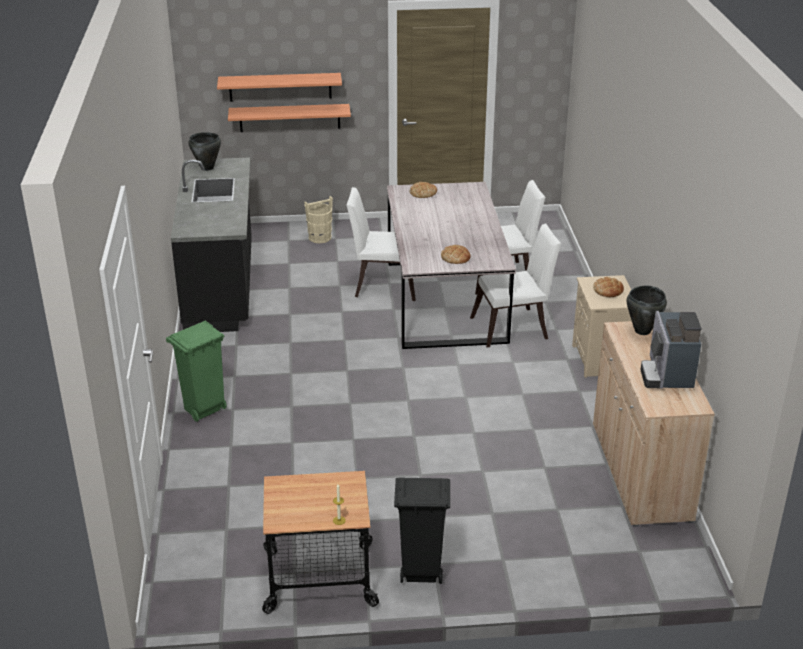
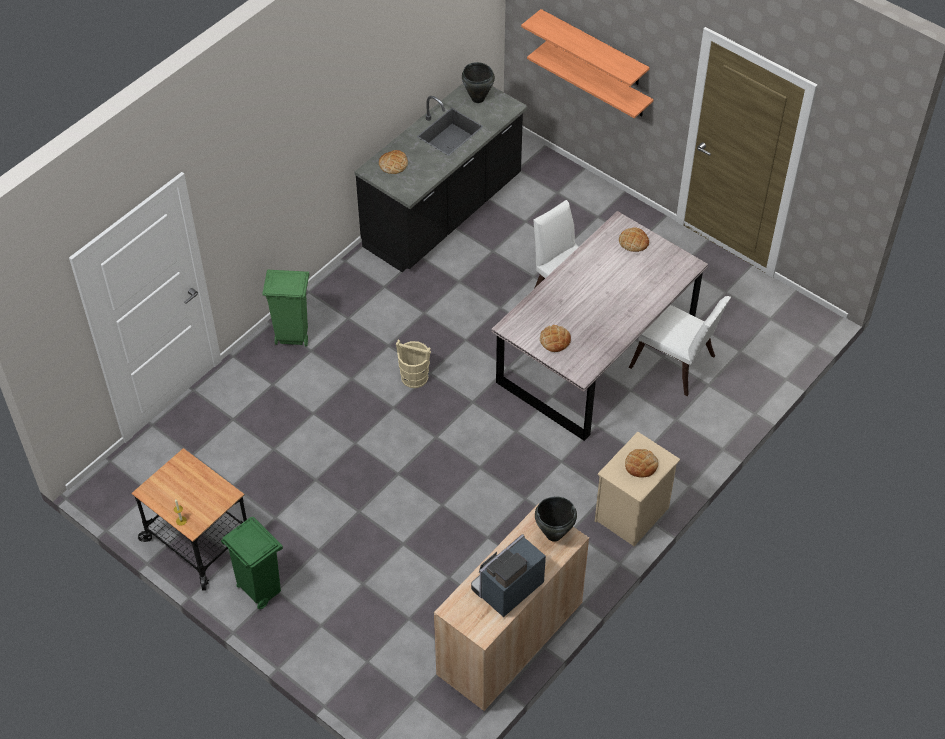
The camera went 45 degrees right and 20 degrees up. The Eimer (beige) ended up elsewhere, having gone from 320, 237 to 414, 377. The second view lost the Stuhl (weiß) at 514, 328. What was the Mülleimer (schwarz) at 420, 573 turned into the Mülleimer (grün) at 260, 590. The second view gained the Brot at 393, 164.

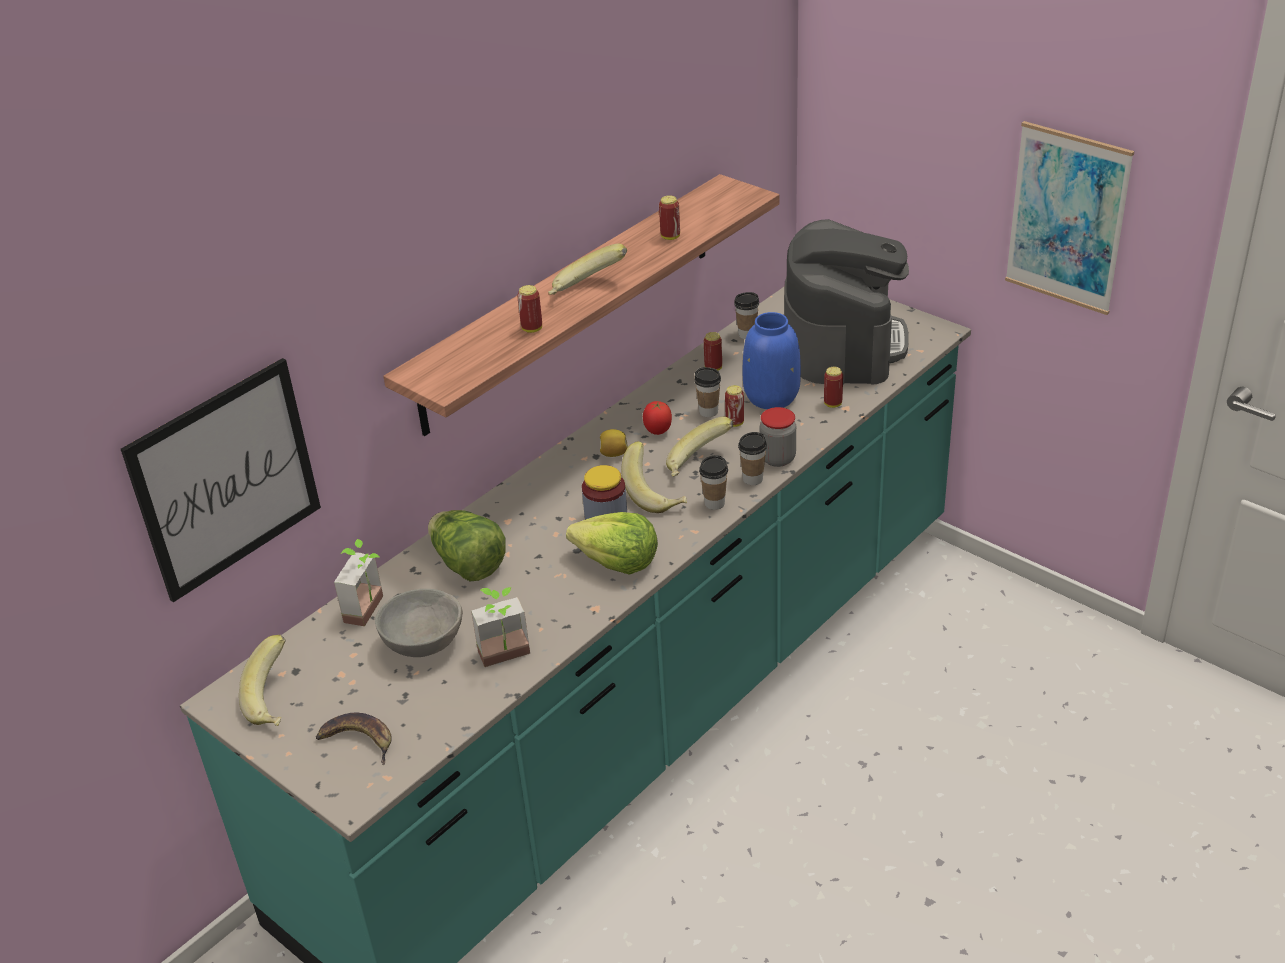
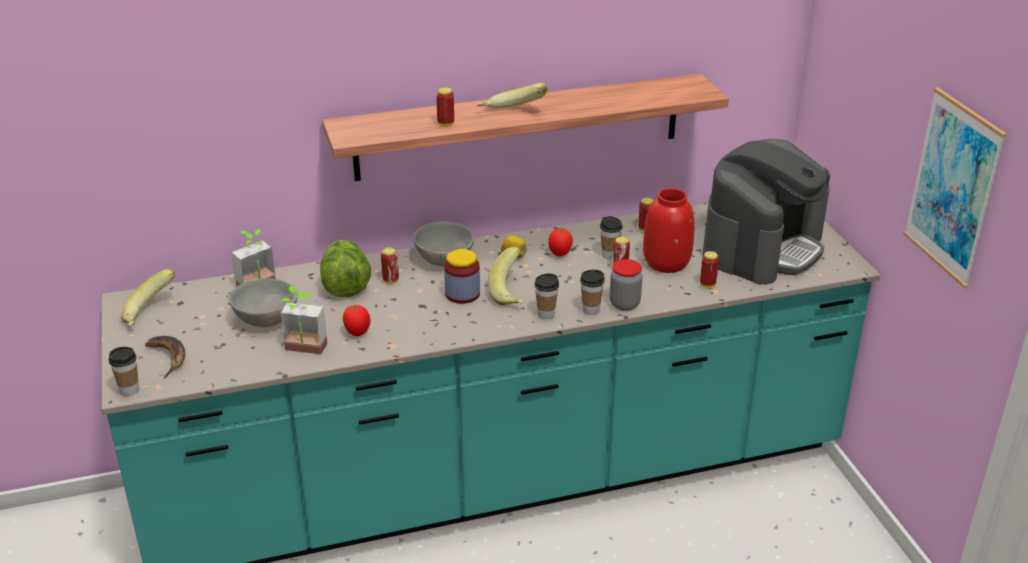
The camera went 30 degrees right and 5 degrees down. The Dose ended up elsewhere, having gone from 670, 237 to 390, 280. The Tasse ended up elsewhere, having gone from 747, 334 to 129, 390. What was the Vase (blau) at 771, 397 turned into the Vase (rot) at 666, 263. The second view lost the Bild at 226, 479. The second view lost the Banane at 699, 465. The second view lost the Salatkopf at 617, 562. The second view gained the Schüssel (grau) at 445, 260. The second view gained the Tomate at 357, 333.

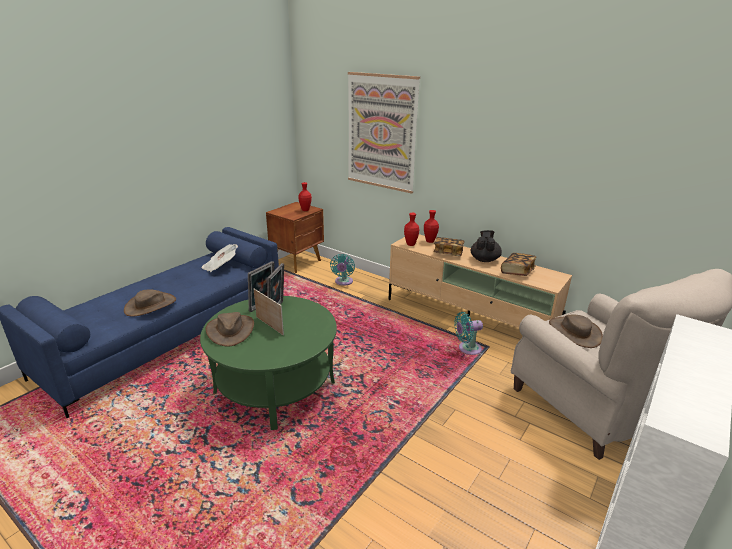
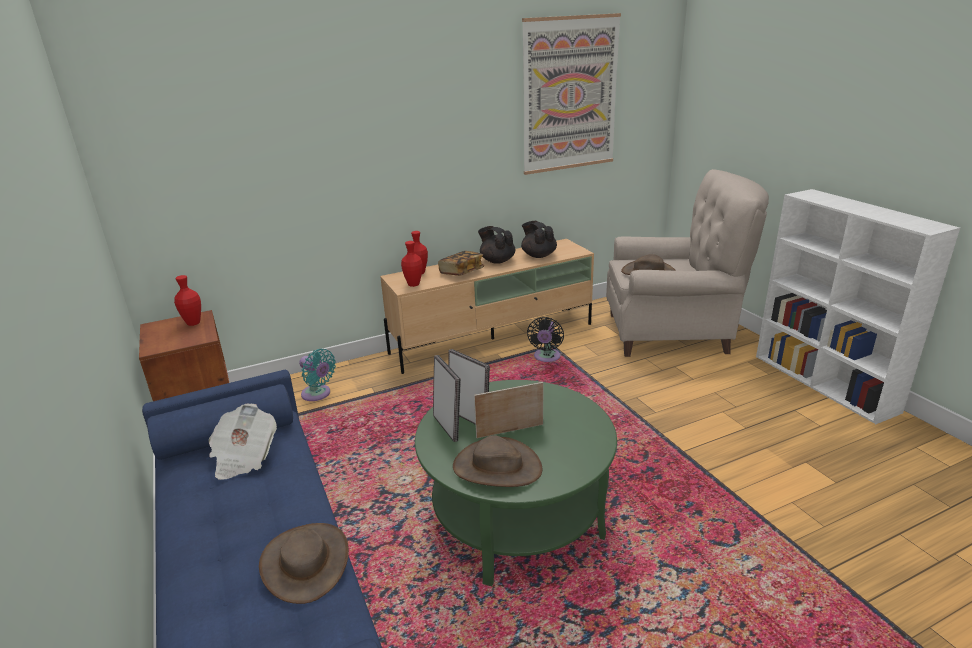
The camera went 60 degrees left and 0 degrees up. The Bild ended up elsewhere, having gone from 381, 132 to 570, 95. Where the Buch stood at 517, 271, the Teekanne (schwarz) came to stand at 538, 255. What was the Ventilator (türkis) at 467, 349 turned into the Ventilator (schwarz) at 546, 358.

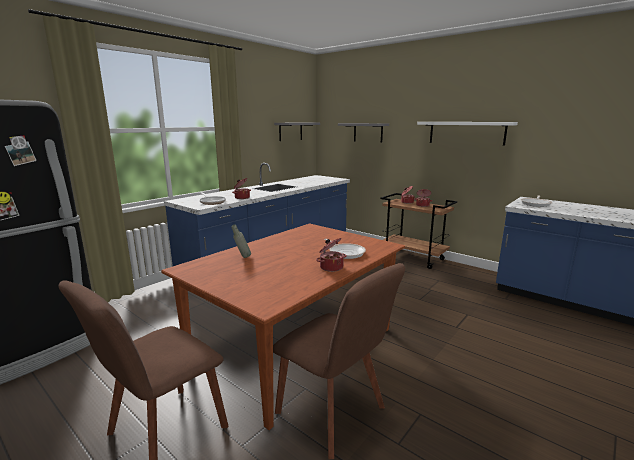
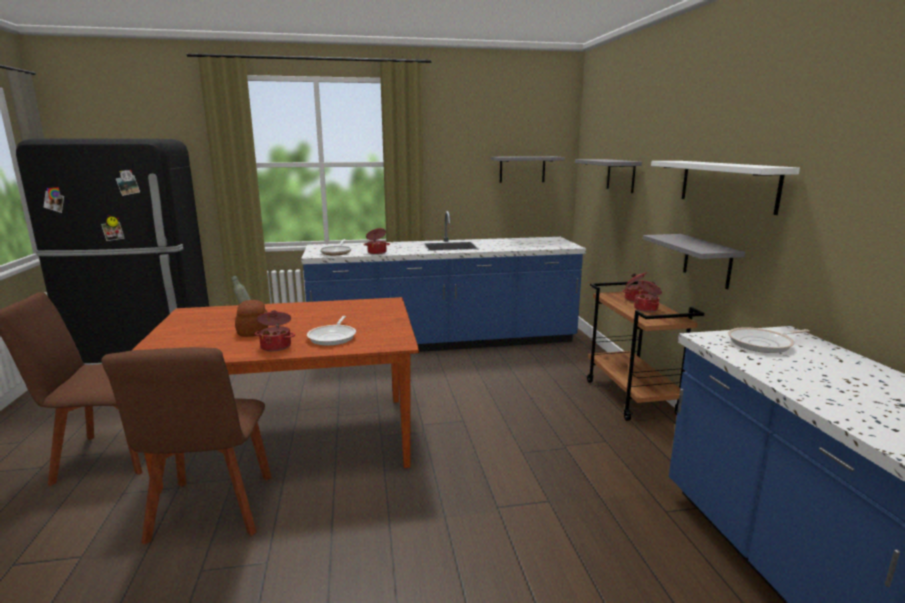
The camera went 40 degrees right and 0 degrees up. The second view gained the Wandregal (grau) at 707, 261. The second view gained the Brot at 254, 330.

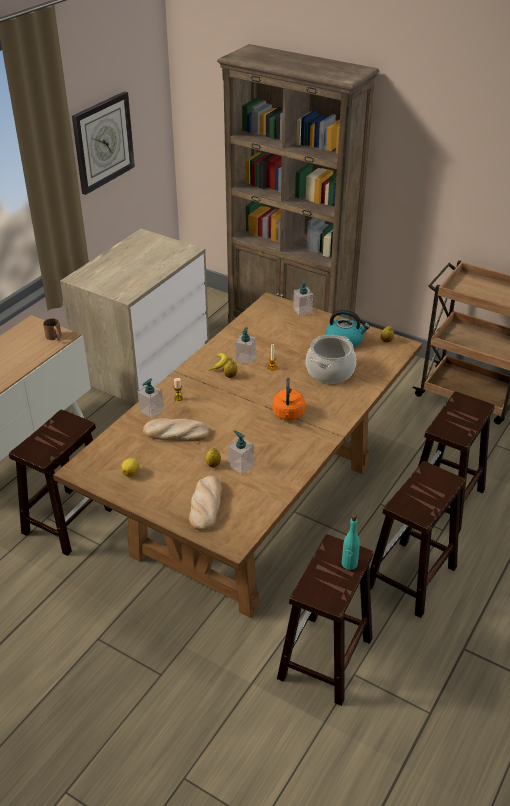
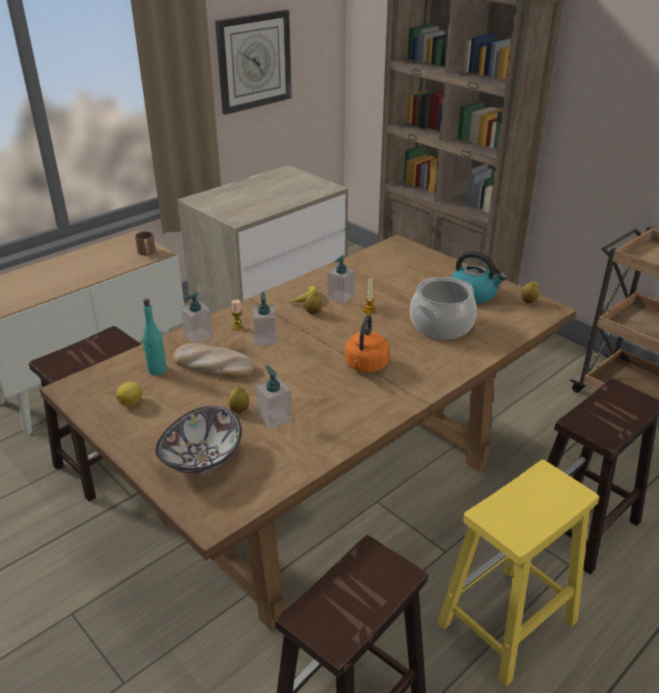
The camera went 15 degrees right and 5 degrees down. The Seifenspender ended up elsewhere, having gone from 302, 310 to 265, 339. What was the Hocker (braun) at 410, 578 turned into the Hocker (gelb) at 506, 624. Where the Brot stood at 206, 505, the Schüssel came to stand at 202, 459. The Flasche (türkis) ended up elsewhere, having gone from 349, 564 to 157, 370.

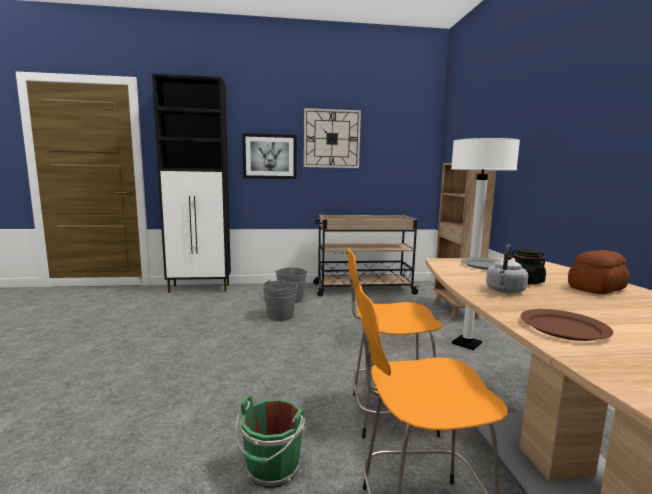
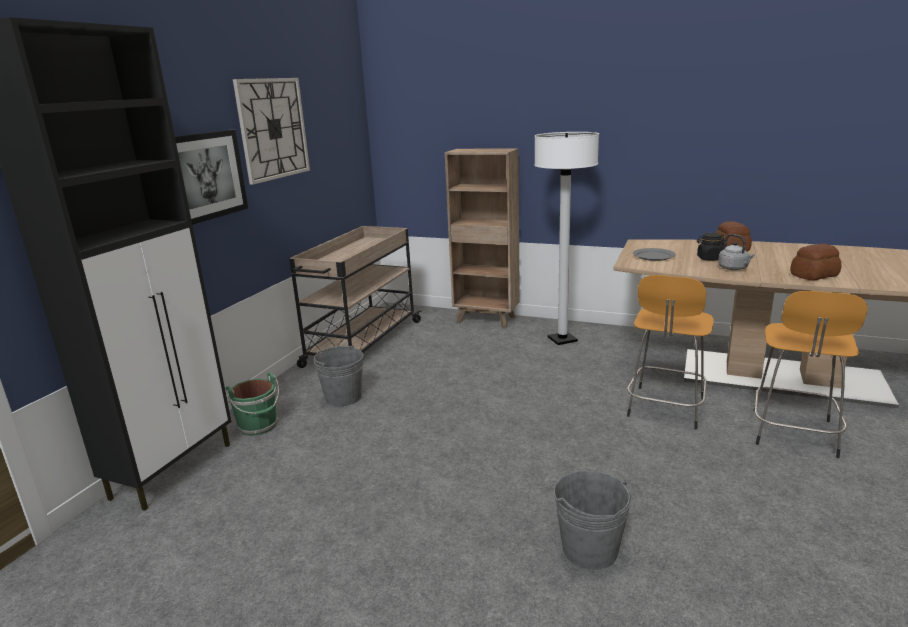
The camera went 60 degrees left and 10 degrees up. The Eimer (grau) ended up elsewhere, having gone from 280, 316 to 590, 550. Where the Teller (braun) stood at 564, 328, the Brot came to stand at 815, 275. The Eimer (grün) ended up elsewhere, having gone from 272, 470 to 259, 426.

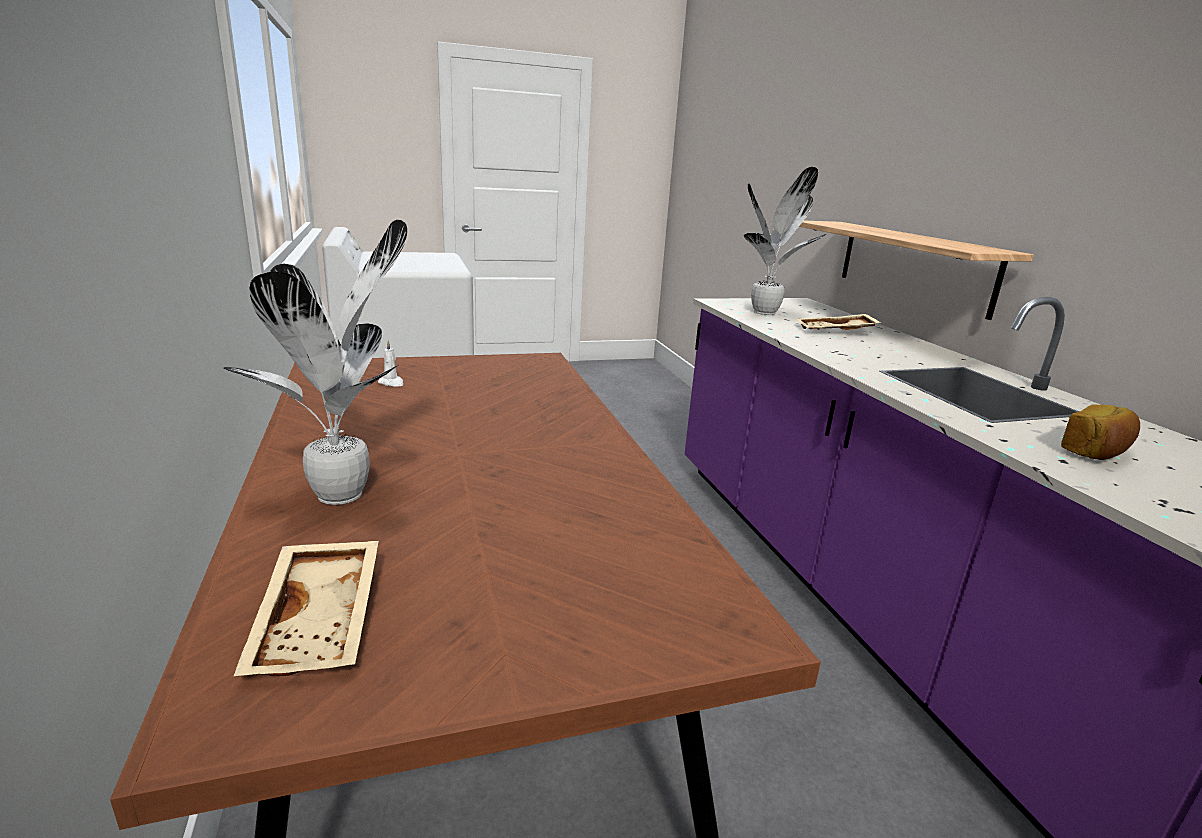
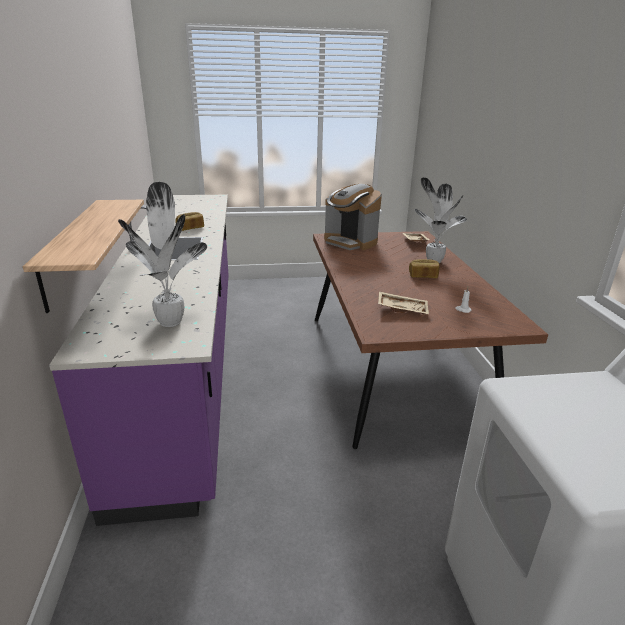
The camera went 170 degrees left and 5 degrees up. The Tablett (beige) ended up elsewhere, having gone from 836, 332 to 402, 308. The second view gained the Kaffeemaschine at 350, 242. The second view gained the Brot at 423, 276.

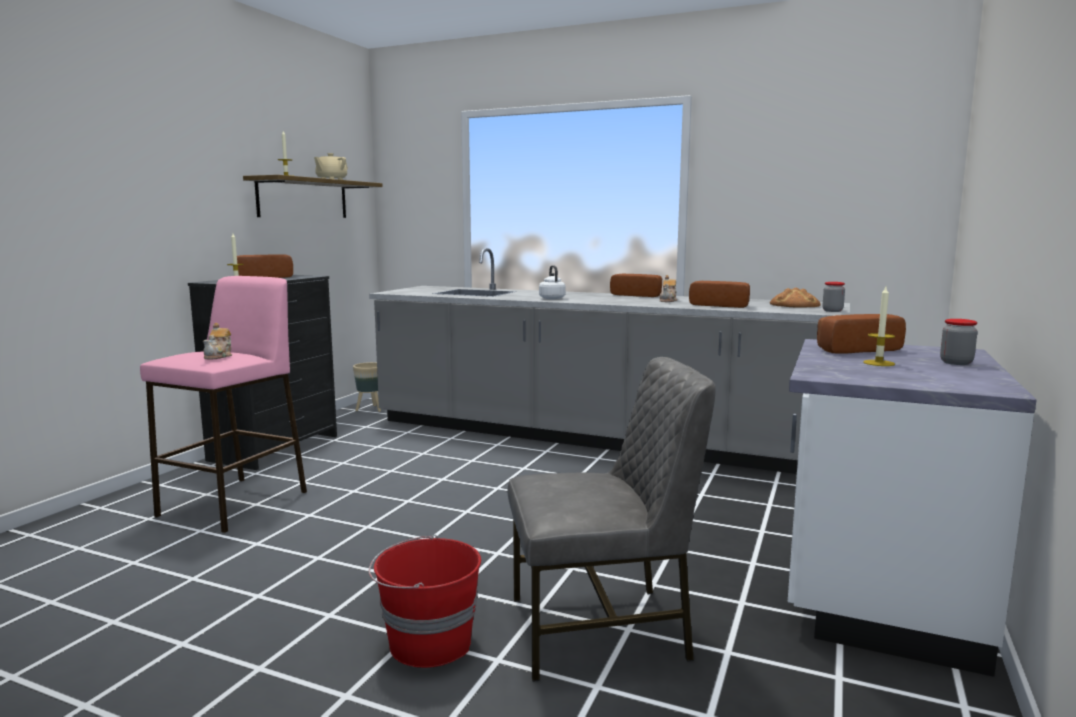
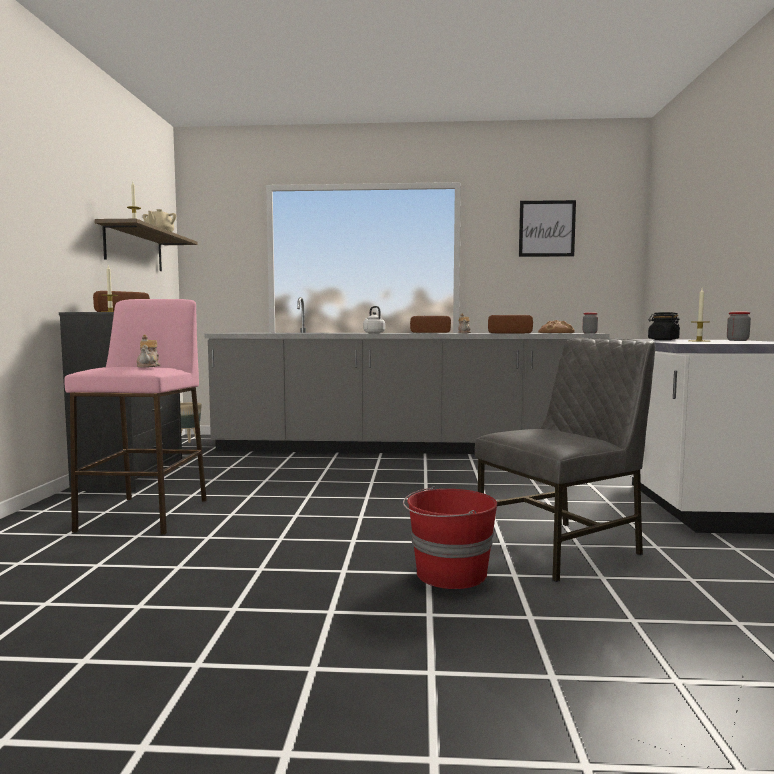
The camera went 20 degrees left and 5 degrees down. Where the Brot stood at 854, 349, the Vorratsglas (schwarz) came to stand at 663, 340. The second view gained the Bild at 546, 228.

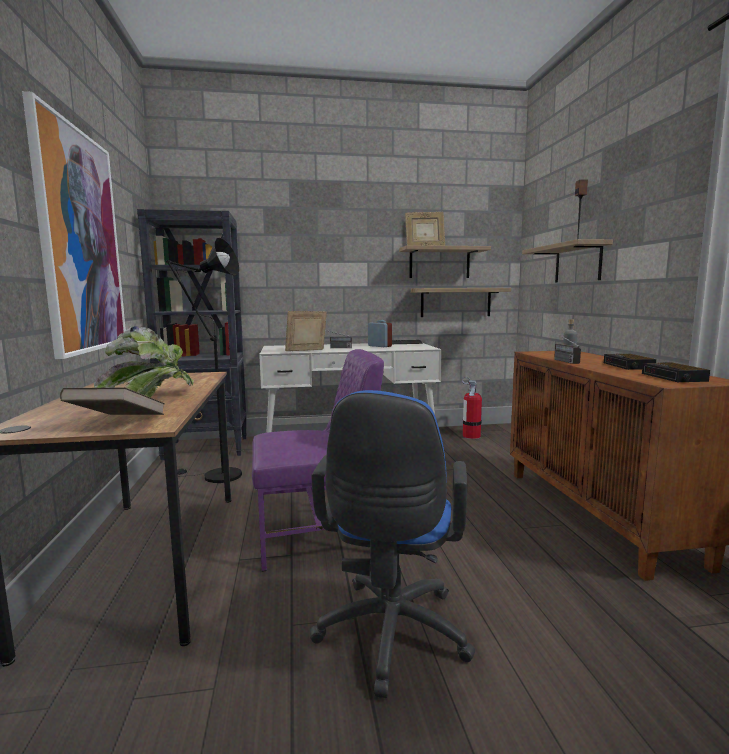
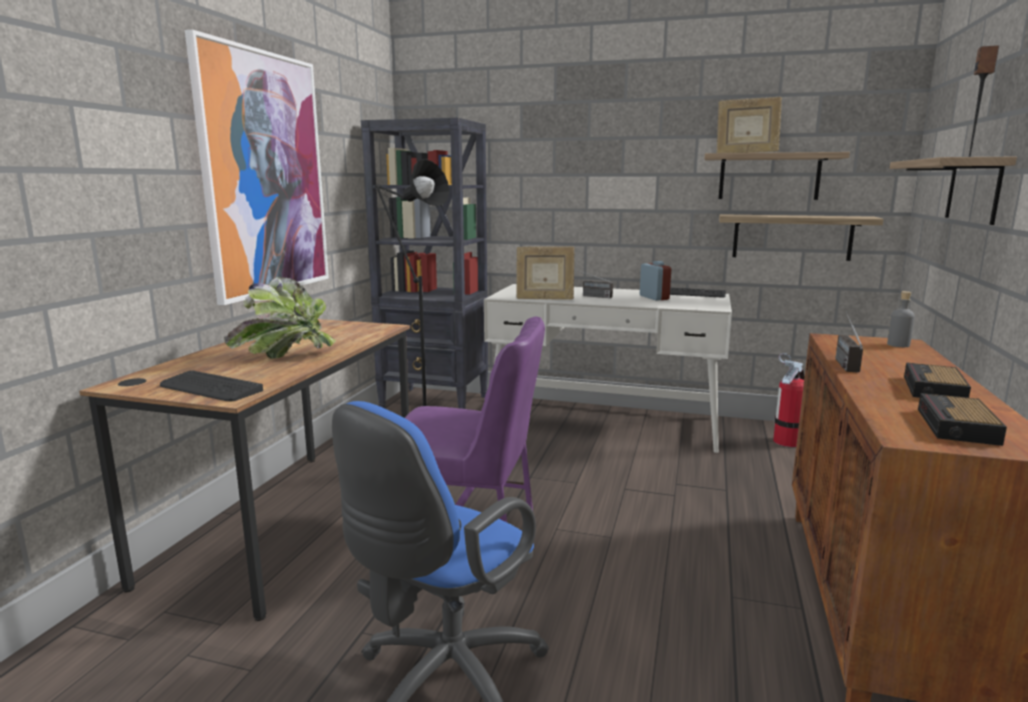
The camera went 25 degrees right and 5 degrees up. The Bilderrahmen at 306, 351 ended up facing another way, 150 degrees counterclockwise from before. Where the Buch (braun) stood at 118, 423, the Tastatur came to stand at 210, 388.

